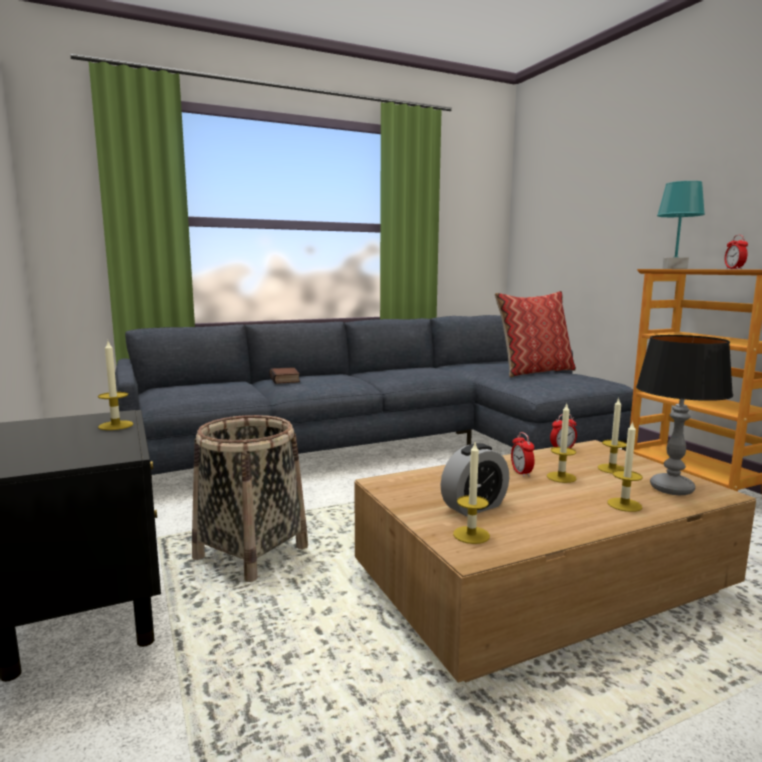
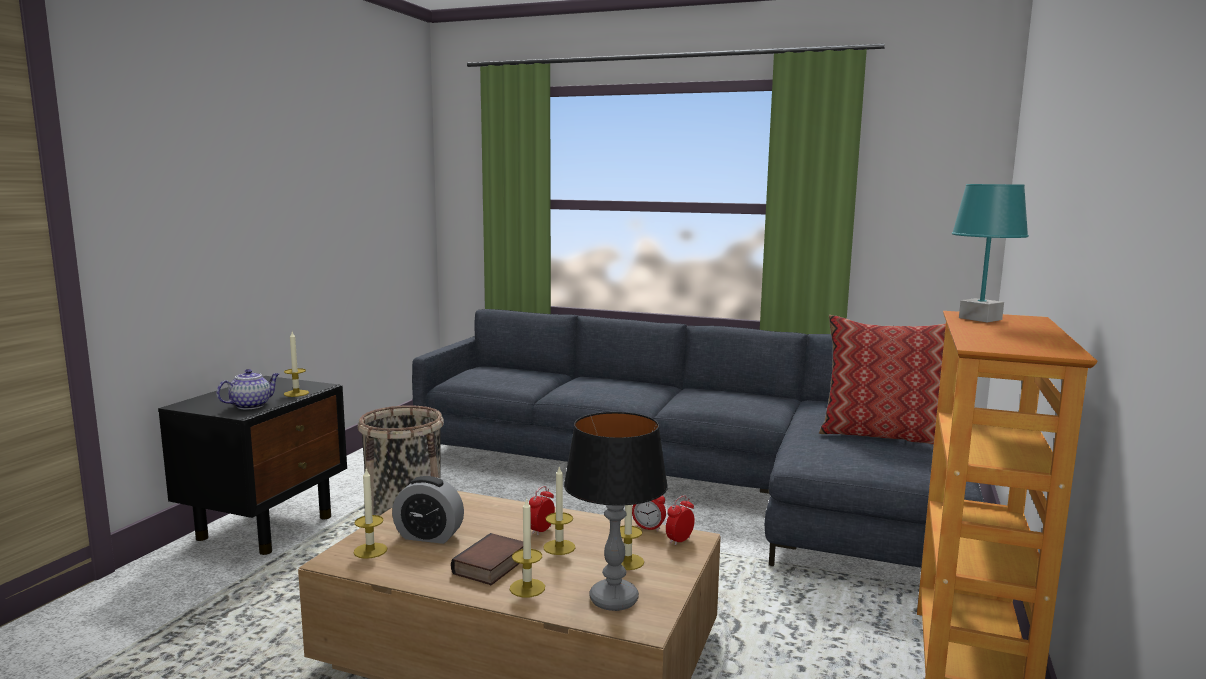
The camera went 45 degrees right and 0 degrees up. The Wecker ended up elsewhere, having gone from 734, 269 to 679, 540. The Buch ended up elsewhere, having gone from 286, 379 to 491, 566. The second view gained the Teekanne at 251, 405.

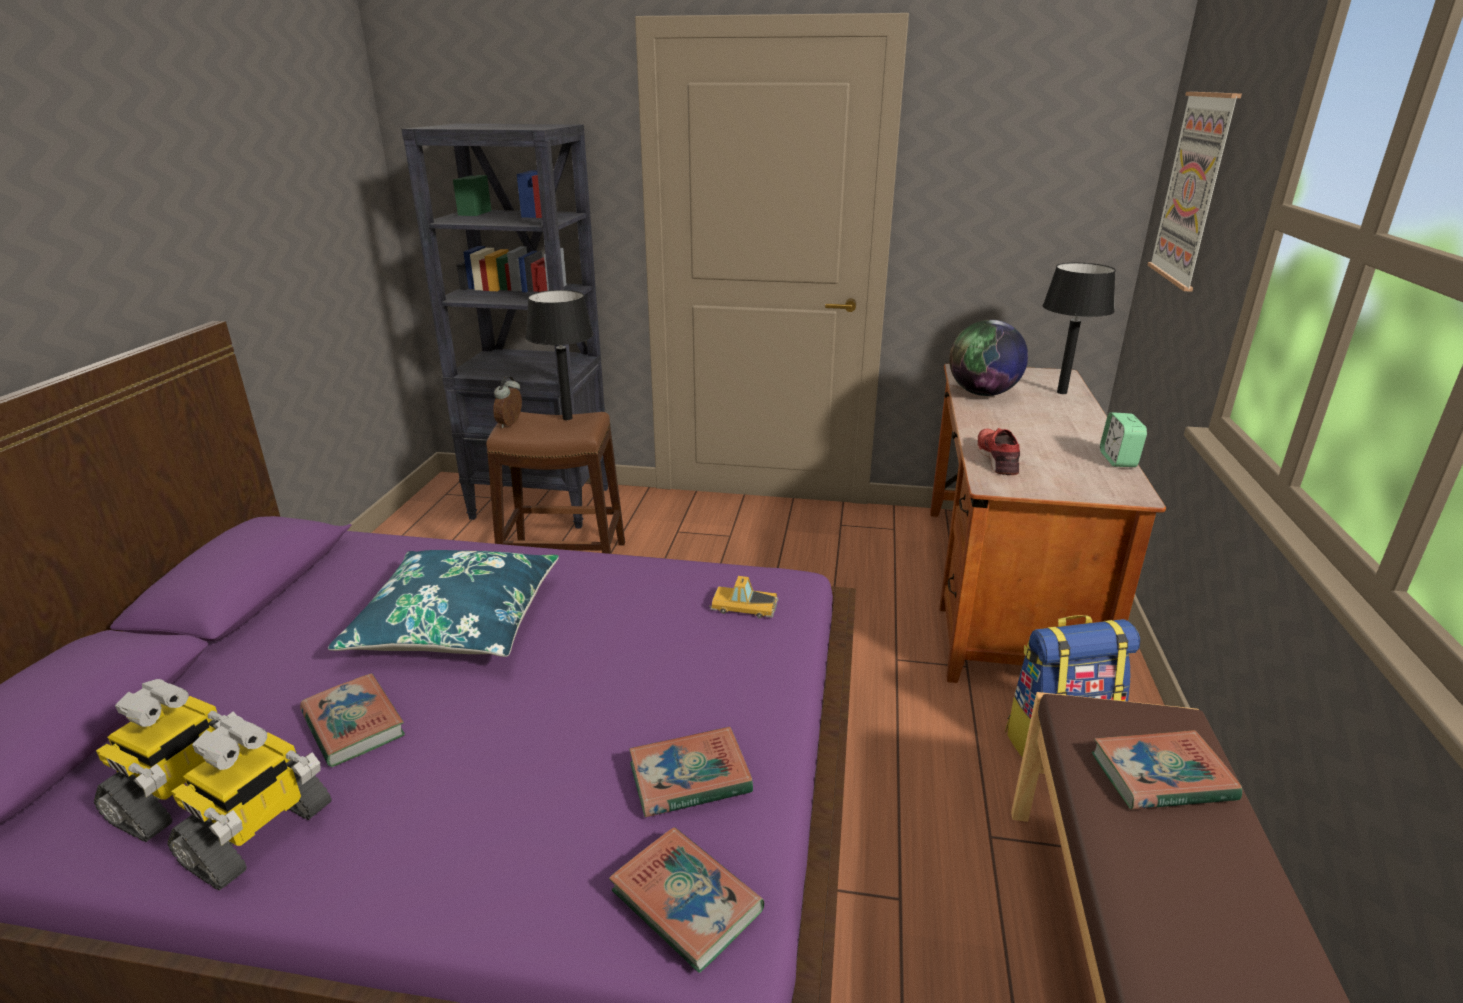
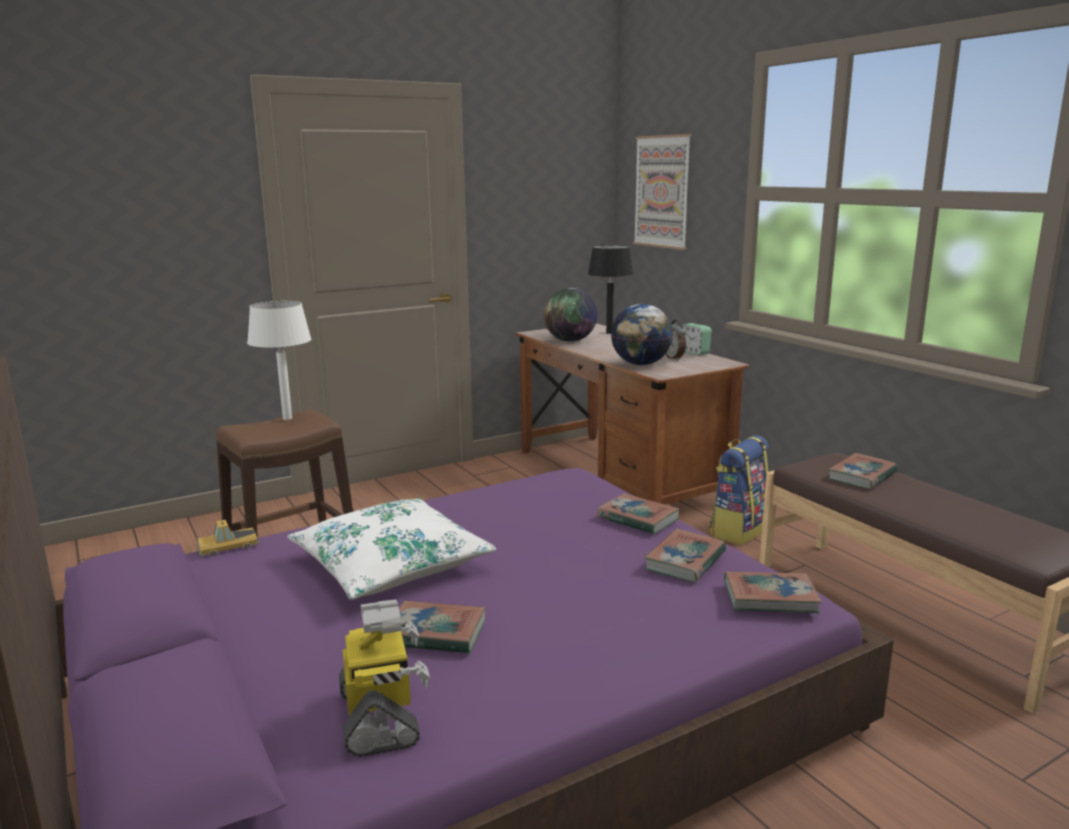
The camera went 40 degrees left and 10 degrees down. The second view lost the Bücherregal (schwarz) at 542, 503. What was the Tischlampe (schwarz) at 567, 418 turned into the Tischlampe (weiß) at 287, 418. The Wecker ended up elsewhere, having gone from 511, 424 to 674, 358. Where the Schuh (rot) stood at 998, 458, the Globus came to stand at 640, 364. What was the Kissen (blau) at 457, 621 turned into the Kissen (weiß) at 390, 565. The Spielzeugauto ended up elsewhere, having gone from 743, 606 to 227, 546. The second view lost the Spielzeugroboter at 258, 835. The second view gained the Buch at 638, 519.

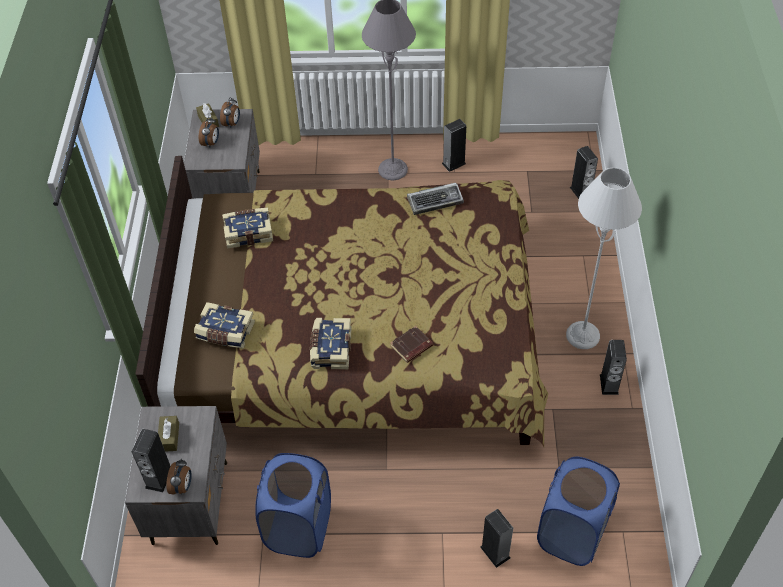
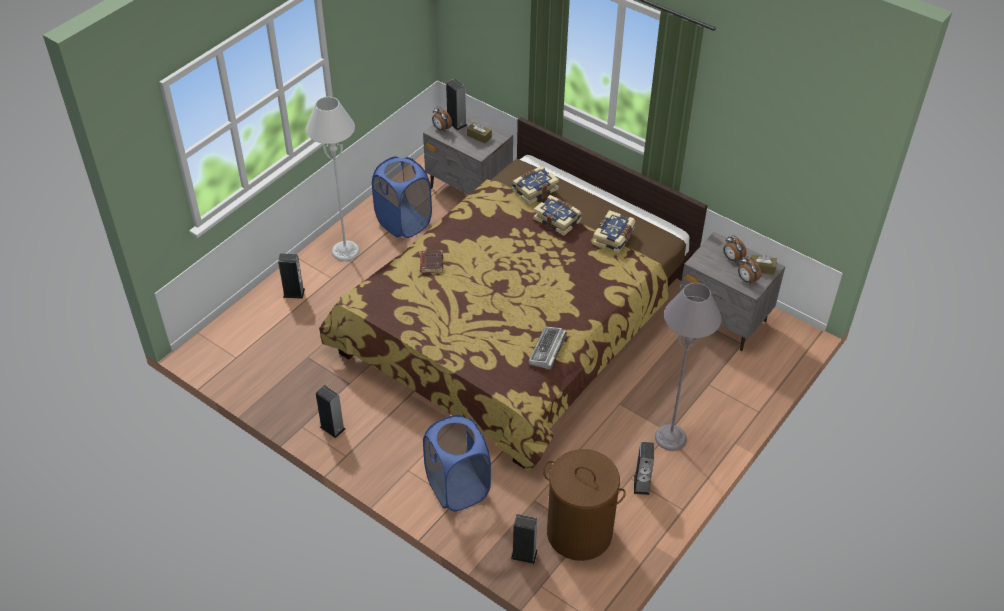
The camera went 125 degrees right and 5 degrees down. The Stehlampe (grau) ended up elsewhere, having gone from 582, 335 to 345, 251. The Buch ended up elsewhere, having gone from 330, 349 to 557, 220. The Wäschekorb (blau) ended up elsewhere, having gone from 572, 534 to 457, 487. The second view gained the Wäschekorb (braun) at 579, 533.

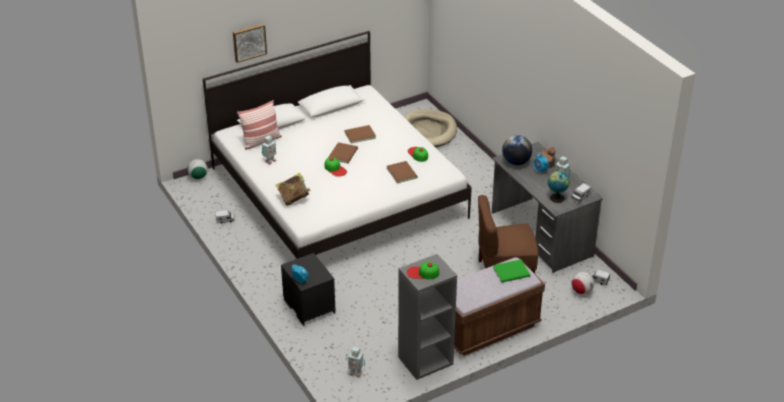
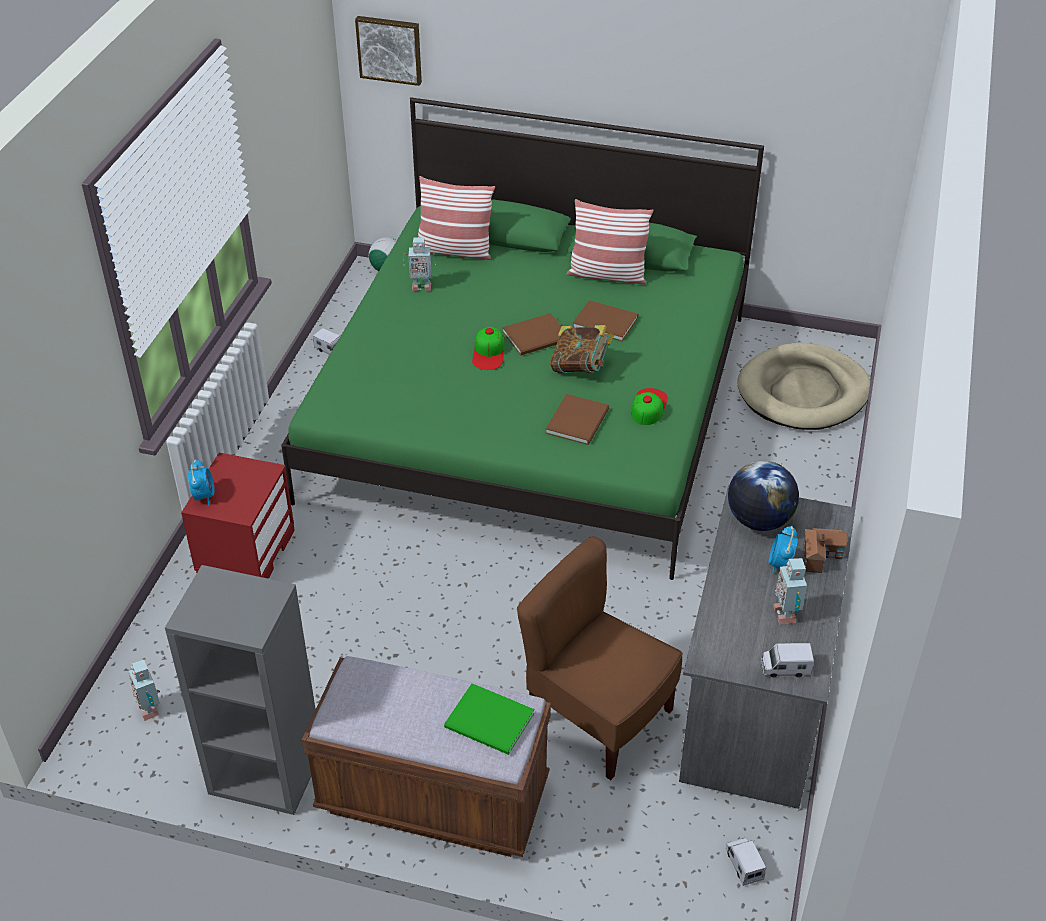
The camera went 45 degrees right and 5 degrees up. The Bild ended up elsewhere, having gone from 249, 42 to 390, 49. What was the Bett (weiß) at 338, 192 turned into the Bett (grün) at 532, 405. The second view lost the Globus at 556, 197. The Buch ended up elsewhere, having gone from 294, 199 to 580, 368. What was the Nachttisch (schwarz) at 308, 306 turned into the Nachttisch (rot) at 245, 552. The second view lost the Kappe at 422, 273. The second view lost the Fußball at 581, 291. The second view gained the Kissen at 607, 274.

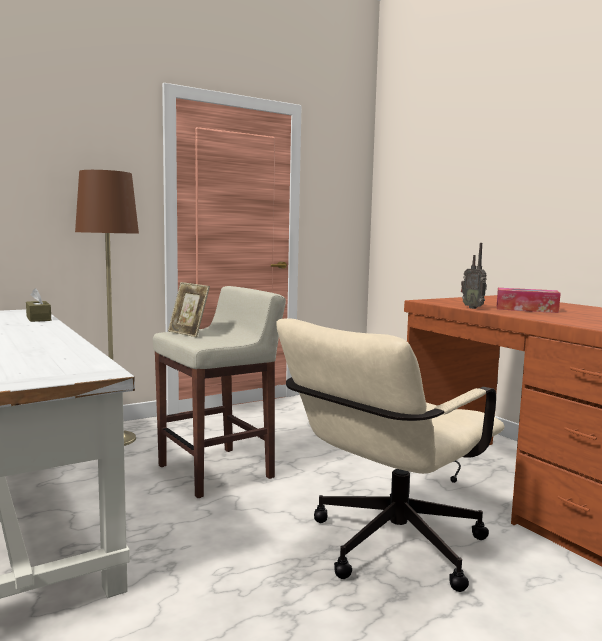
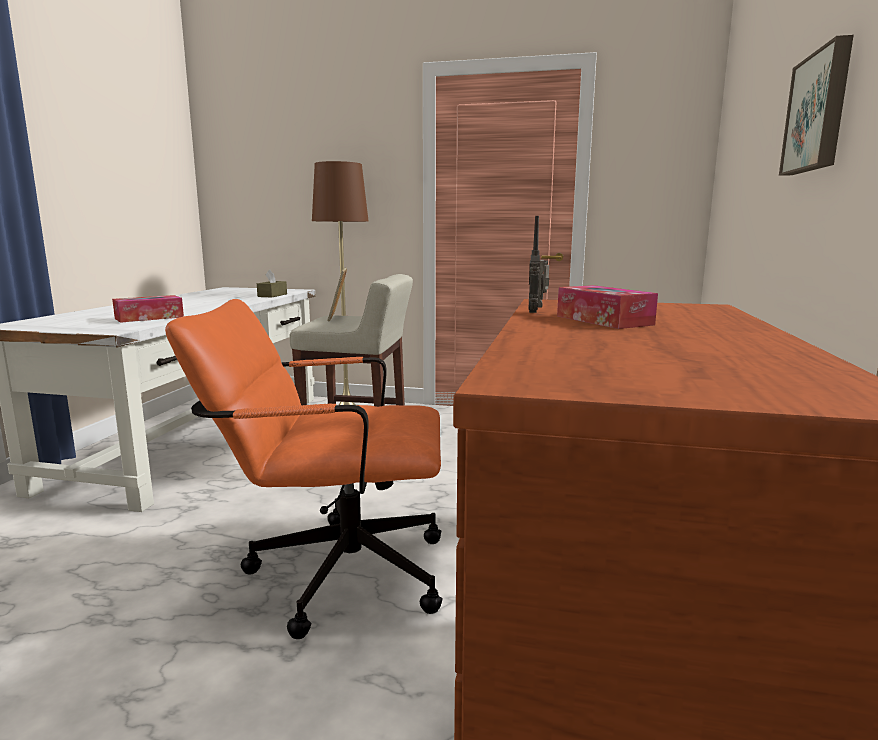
The camera went 45 degrees right and 5 degrees up. What was the Bürostuhl (beige) at 386, 549 turned into the Bürostuhl (orange) at 331, 572. The second view gained the Bild at 819, 112. The second view gained the Taschentuchbox at 149, 318.

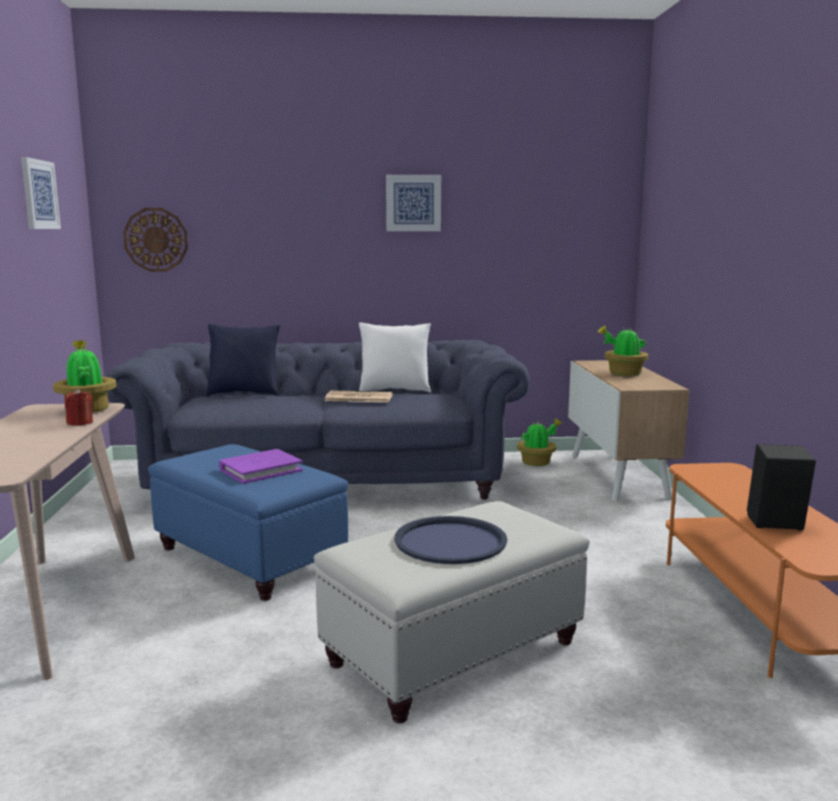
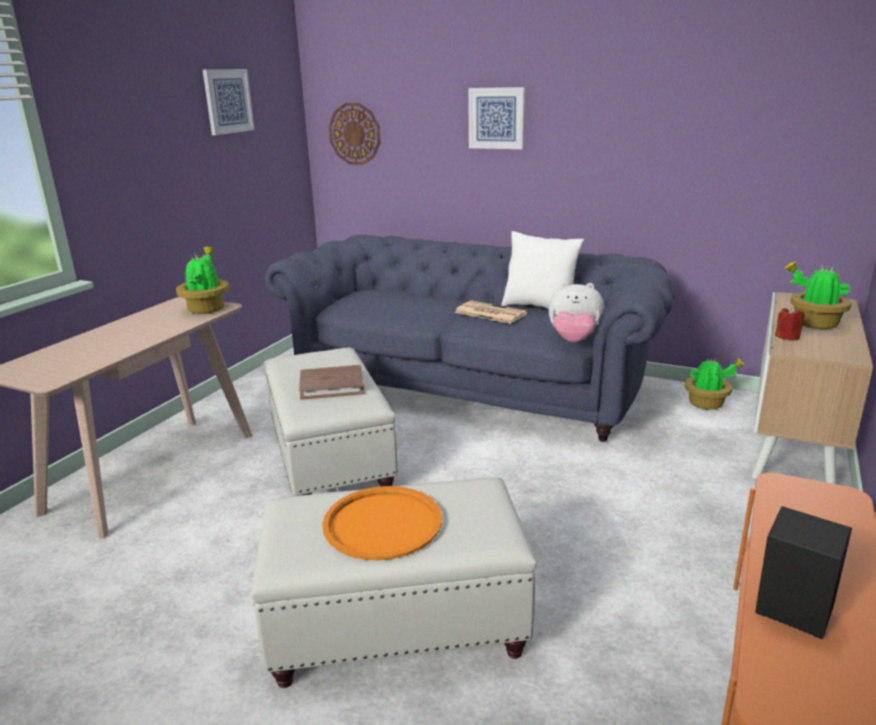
The camera went 30 degrees right and 10 degrees up. The Bild ended up elsewhere, having gone from 413, 203 to 496, 118. The second view lost the Kissen (blau) at 244, 394. The Kerze (rot) ended up elsewhere, having gone from 80, 423 to 787, 337. What was the Polsterhocker (blau) at 250, 558 turned into the Polsterhocker (weiß) at 331, 459. What was the Buch (lila) at 260, 470 turned into the Buch (braun) at 332, 385. What was the Tablett (blau) at 450, 541 turned into the Tablett (orange) at 383, 523. The second view gained the Plüschtier at 574, 341.

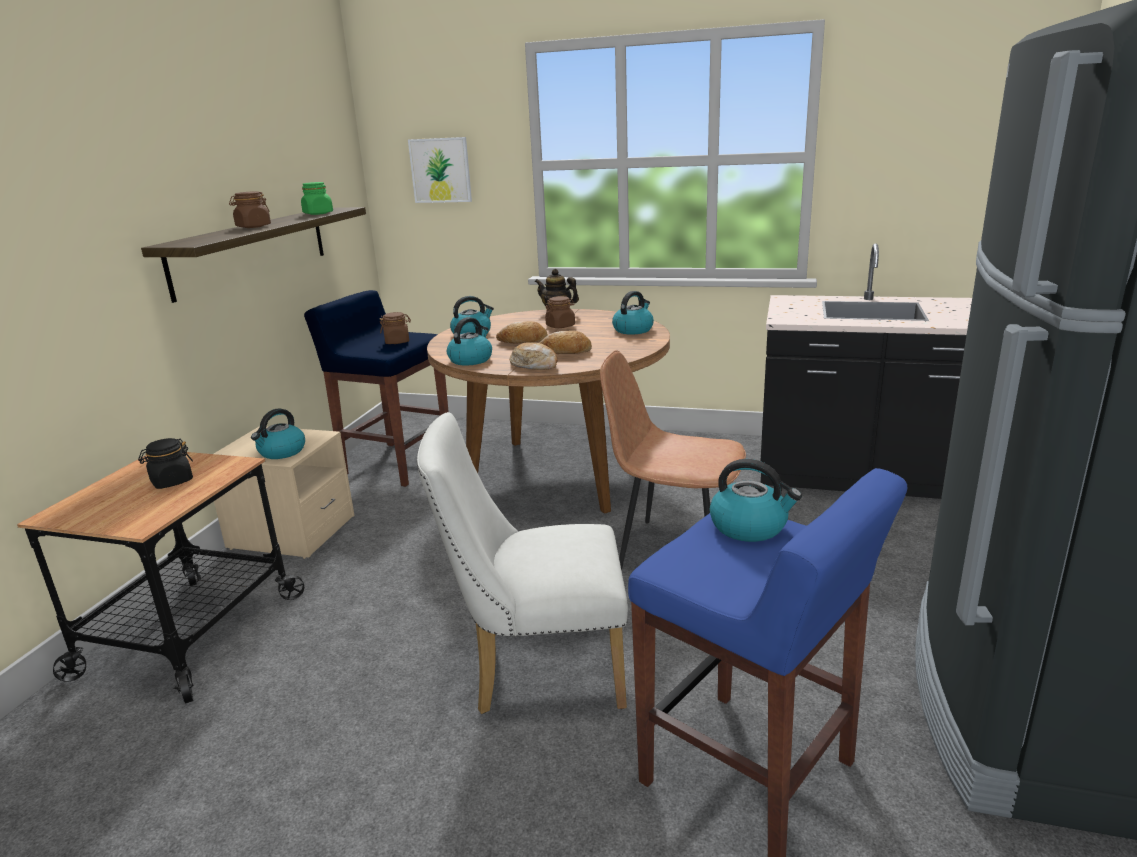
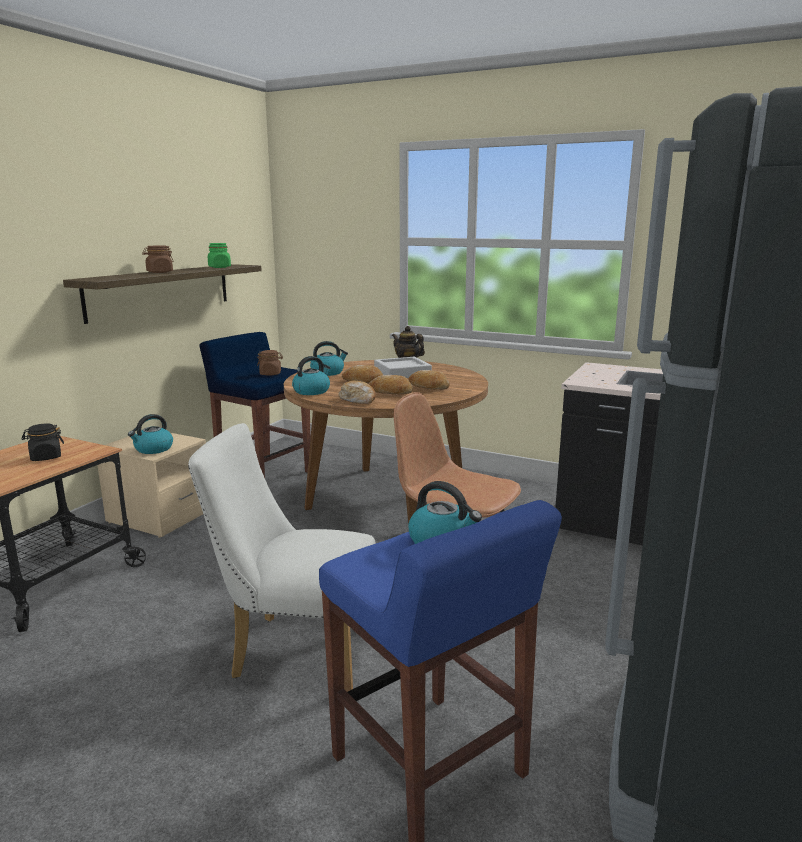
The camera went 10 degrees right and 5 degrees down. The second view lost the Bild at 440, 170. The second view lost the Wasserkessel at 633, 330. Where the Vorratsglas (braun) stood at 560, 326, the Tablett (grau) came to stand at 402, 373. The second view gained the Brot at 428, 387.

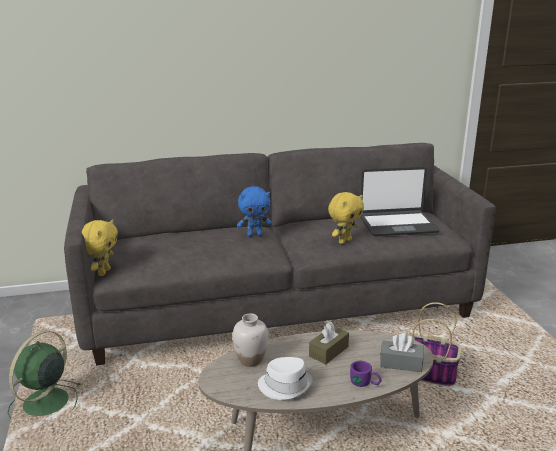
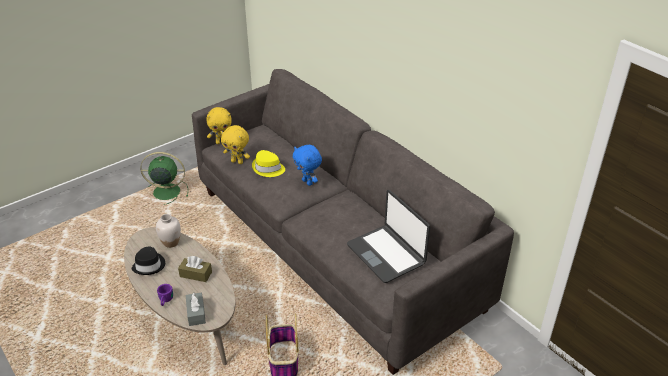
The camera went 65 degrees right and 15 degrees up. The Plüschtier (gelb) ended up elsewhere, having gone from 344, 241 to 237, 162. What was the Hut (weiß) at 285, 385 turned into the Hut (schwarz) at 149, 265. The second view gained the Hut (gelb) at 268, 169.

